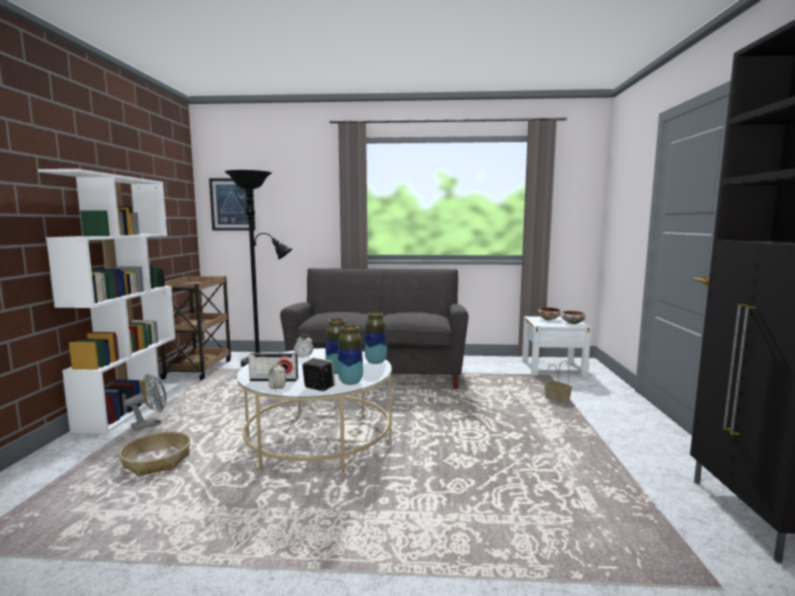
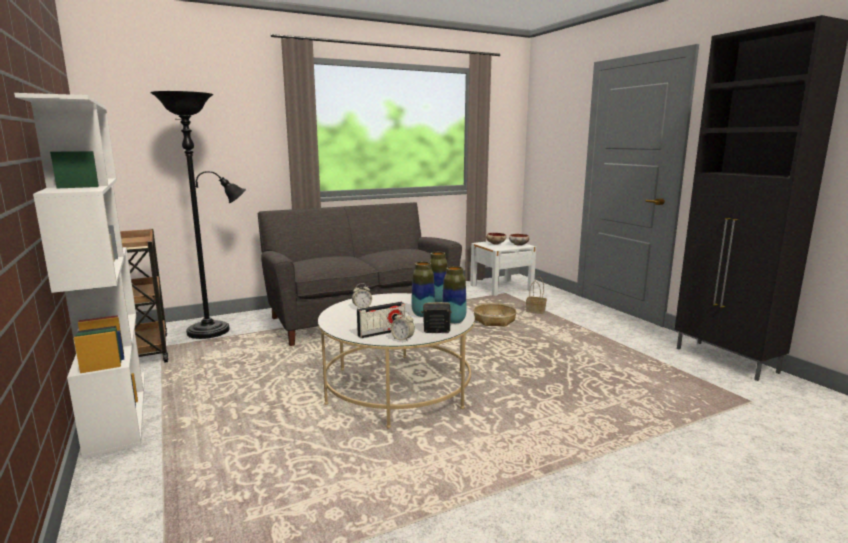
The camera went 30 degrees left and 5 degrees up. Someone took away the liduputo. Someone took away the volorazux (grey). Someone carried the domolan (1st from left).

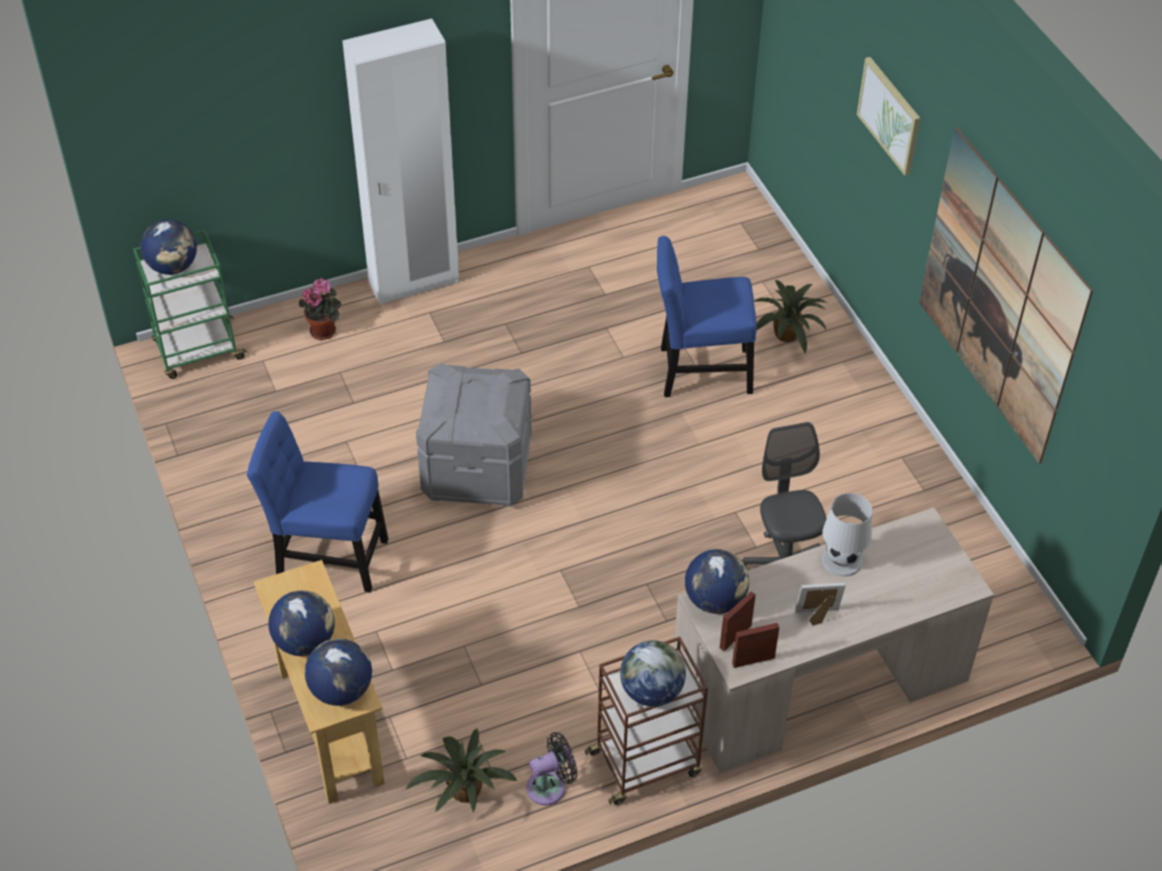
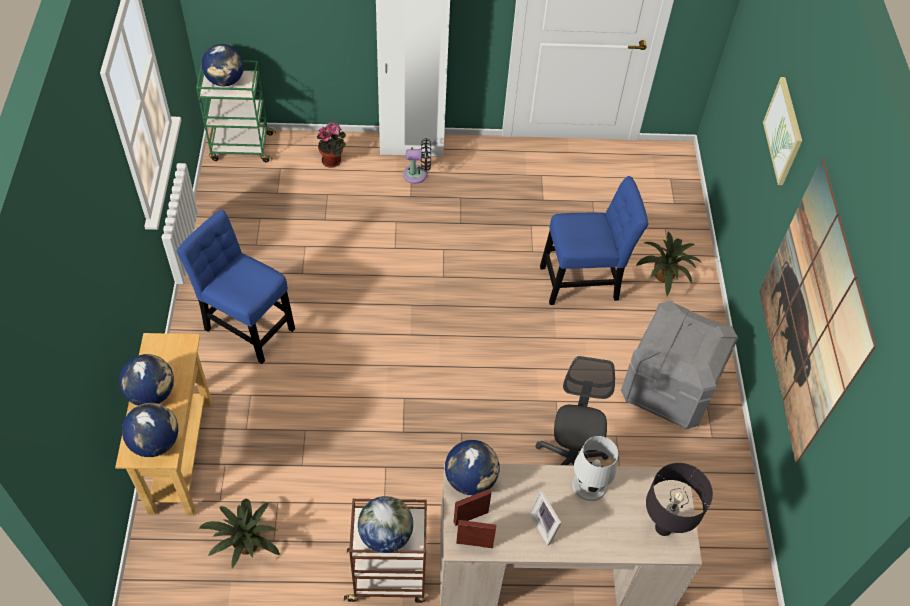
The camera went 20 degrees right and 5 degrees up. Someone rotated the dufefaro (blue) (2nd from left) by 150 degrees clockwise. Someone carried the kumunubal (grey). Someone rotated the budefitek (3rd from left) by 135 degrees counterclockwise. Someone carried the volorazux (black). Someone put down the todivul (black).

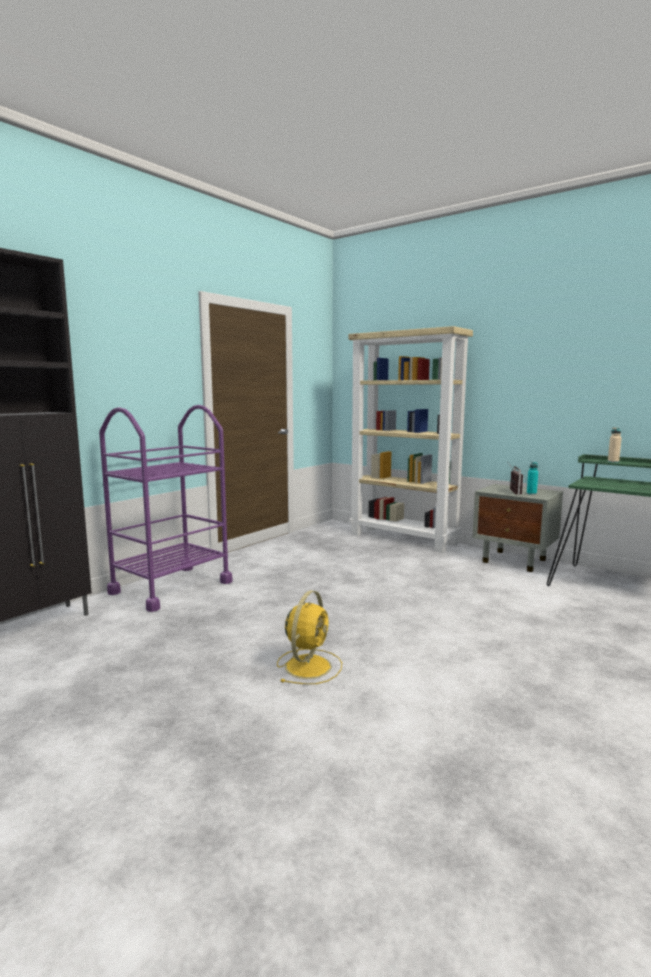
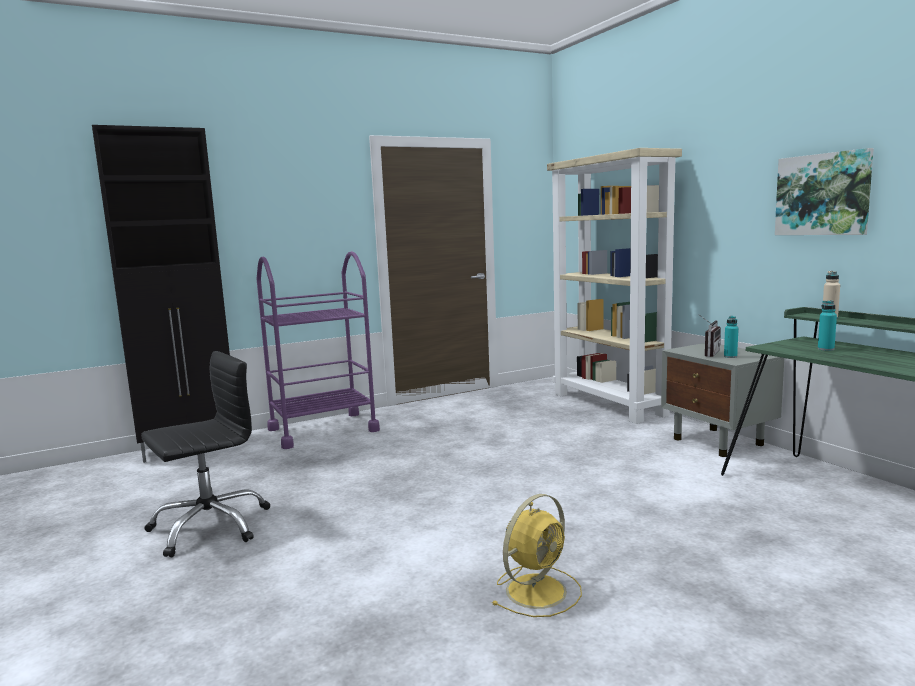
The camera went 25 degrees right and 0 degrees up. Someone carried the volorazux (yellow). Someone put up the liduputo. Someone put down the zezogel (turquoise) (2nd from left). Someone put down the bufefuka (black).

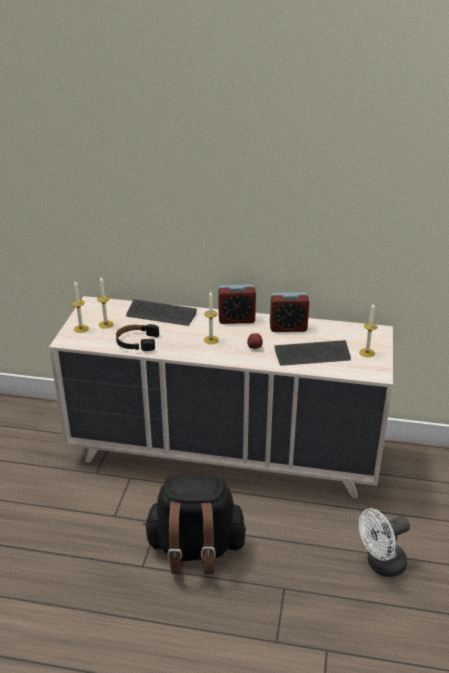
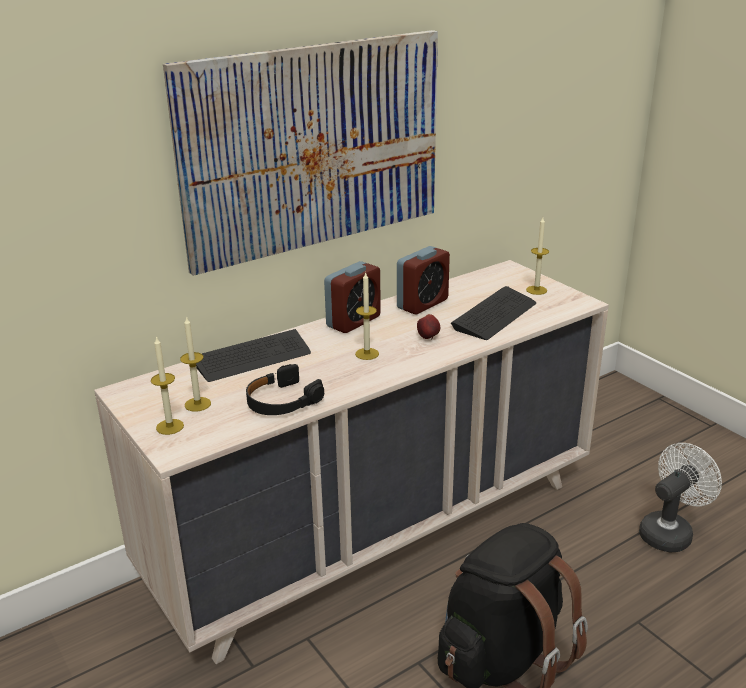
The camera went 45 degrees left and 5 degrees down. Someone rotated the volorazux (white) by 150 degrees counterclockwise. Someone put up the liduputo.

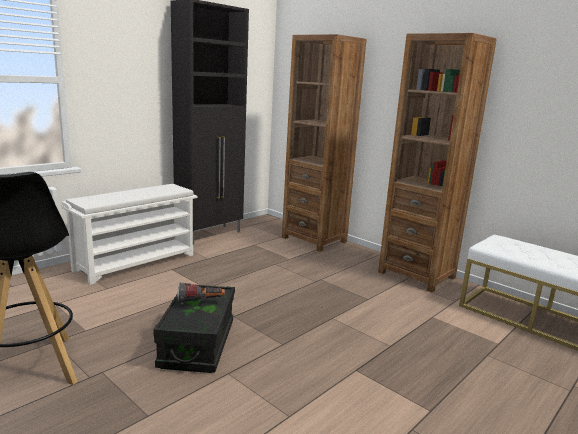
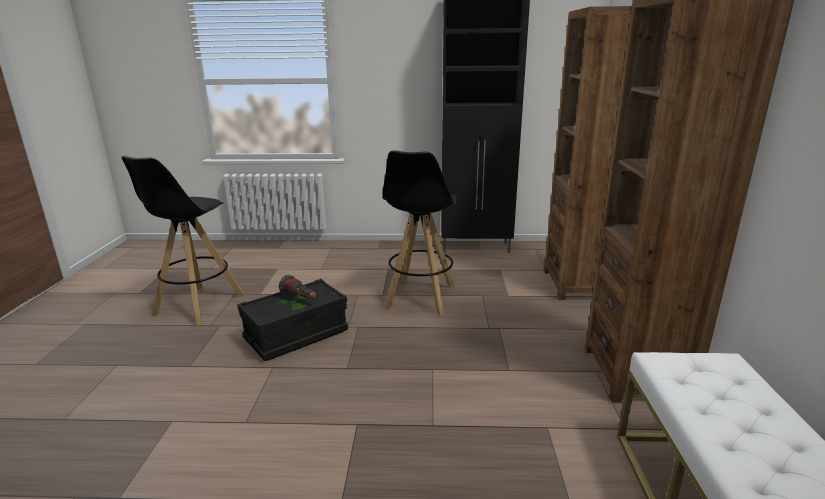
The camera went 50 degrees right and 5 degrees up. Someone took away the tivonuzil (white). Someone put down the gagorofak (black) (2nd from left).

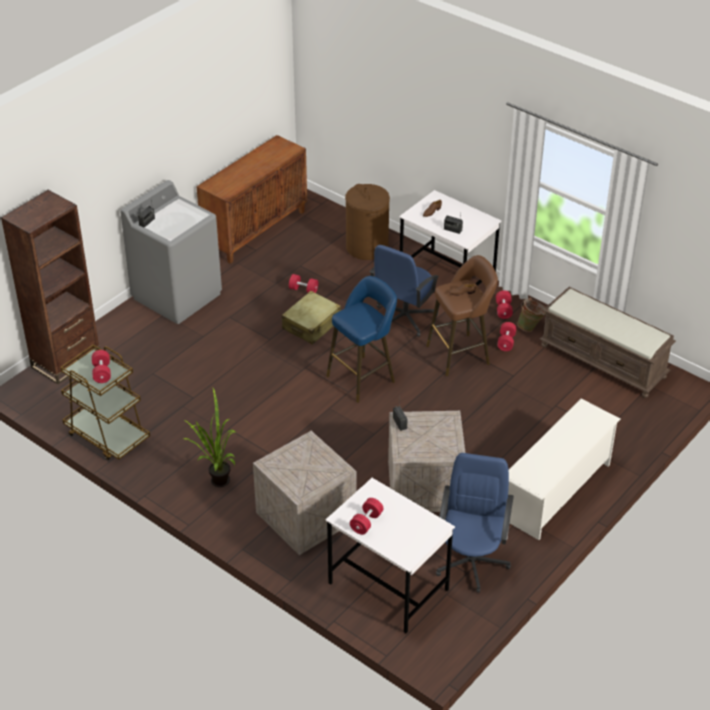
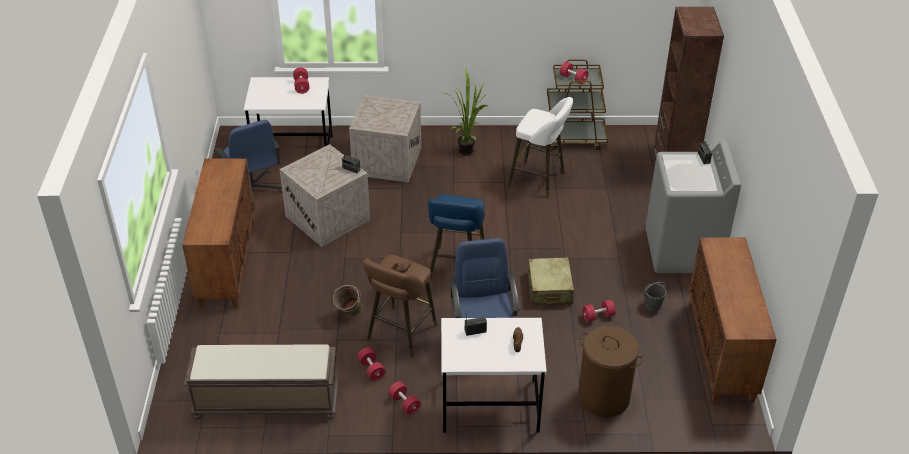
The camera went 140 degrees right and 0 degrees up. Someone carried the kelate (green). Someone swapped the tivonuzil (white) for the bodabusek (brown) (1st from left). Someone put down the gagorofak (white). Someone put down the kelate (grey).

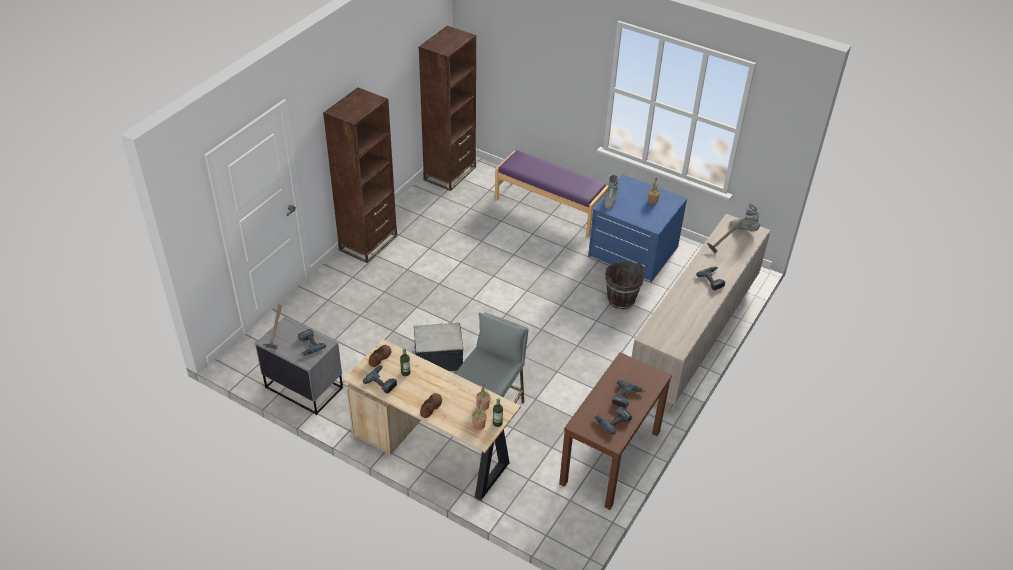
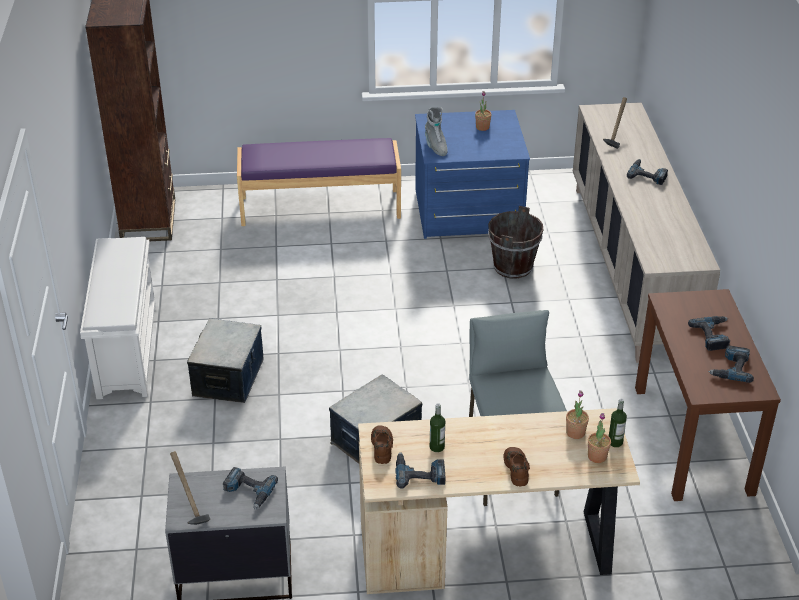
The camera went 35 degrees left and 5 degrees down. Someone swapped the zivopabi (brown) (1st from left) for the tivonuzil (white). Someone took away the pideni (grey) (2nd from left). Someone put down the kumunubal (1st from left).

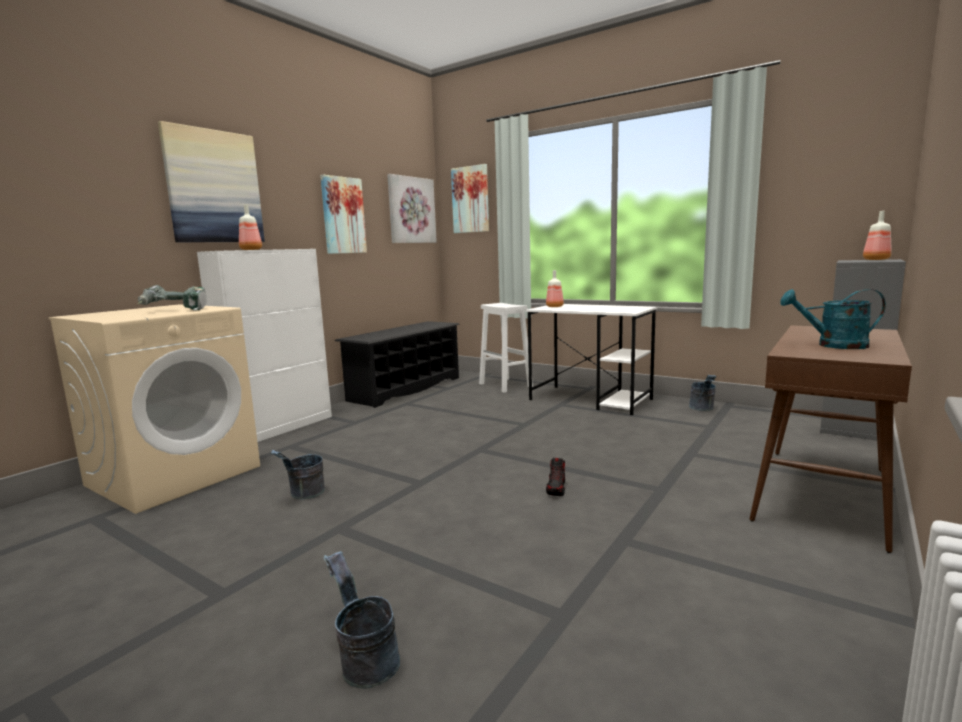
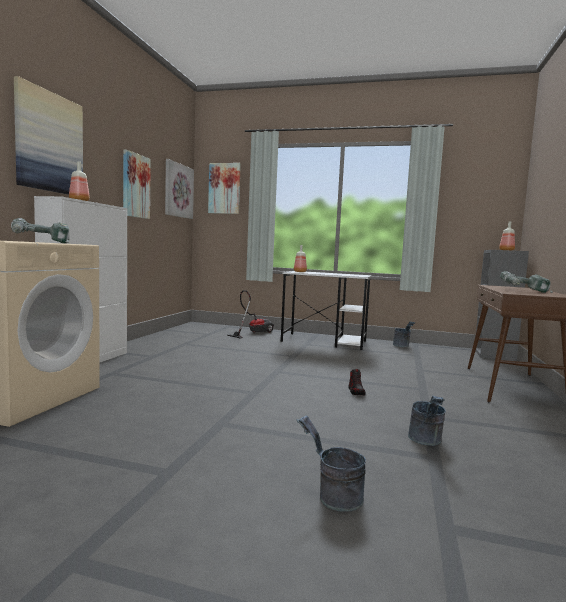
The camera went 20 degrees left and 5 degrees down. Someone swapped the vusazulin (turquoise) for the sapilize (2nd from left). Someone swapped the gagorofak (white) for the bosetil. Someone took away the tivonuzil (black). Someone carried the kelate (grey) (1st from left in the first image).

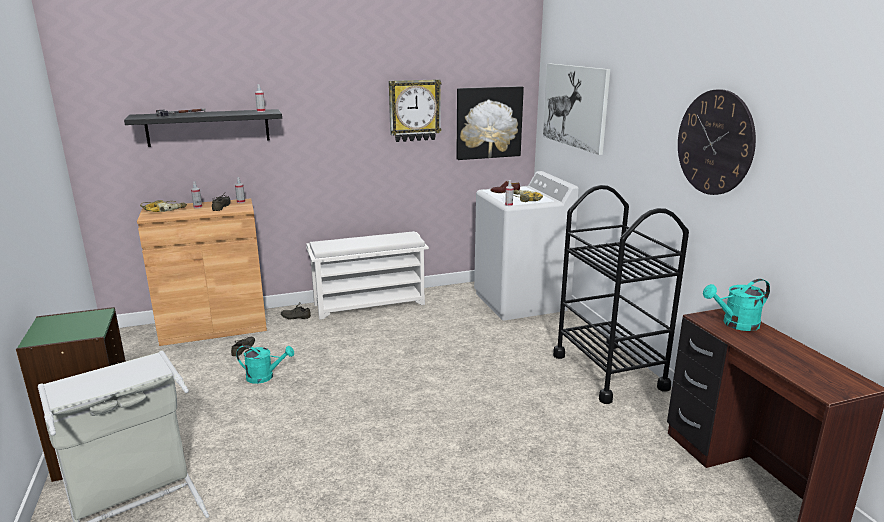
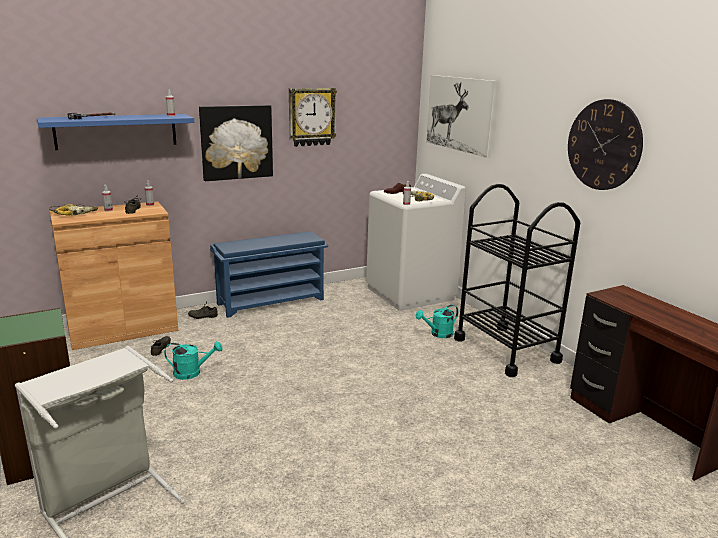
The camera went 10 degrees left and 0 degrees up. Someone carried the liduputo (1st from left). Someone repainted the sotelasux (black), which became the sotelasux (blue). Someone repainted the tivonuzil (white), which became the tivonuzil (blue). Someone carried the vusazulin (turquoise) (2nd from left).

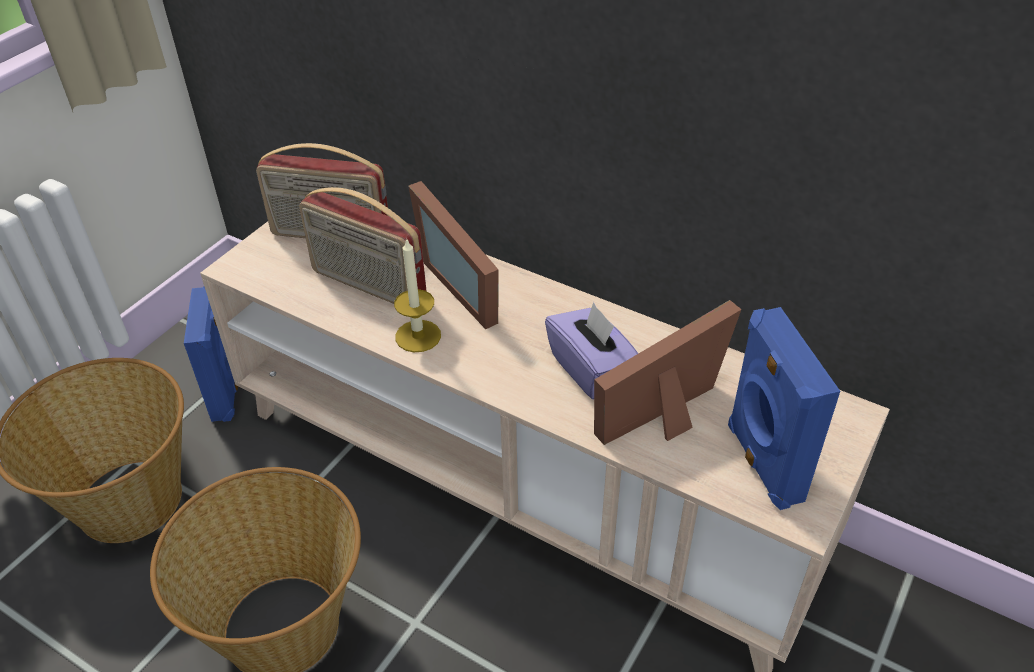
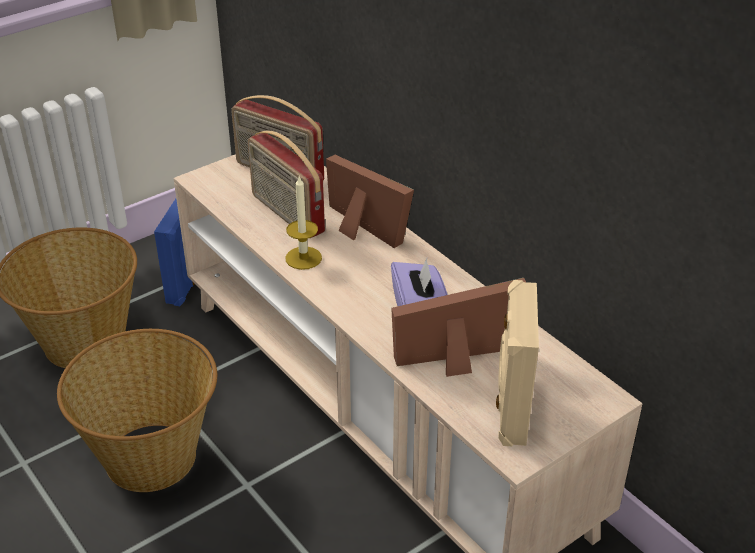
The camera went 20 degrees right and 5 degrees down. Someone rotated the budefitek (1st from left) by 150 degrees clockwise. Someone repainted the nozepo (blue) (2nd from left), which became the nozepo (beige).

